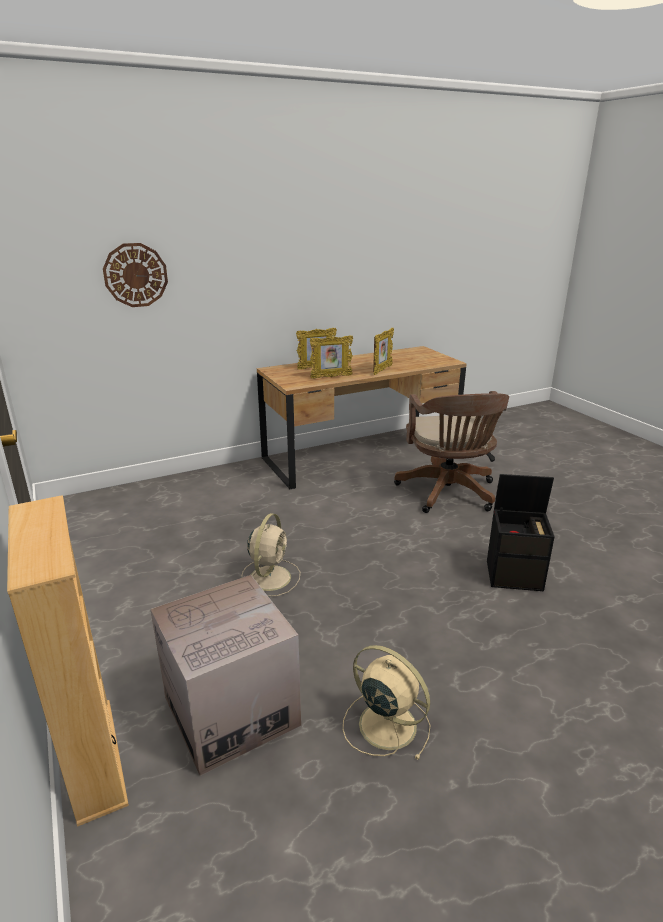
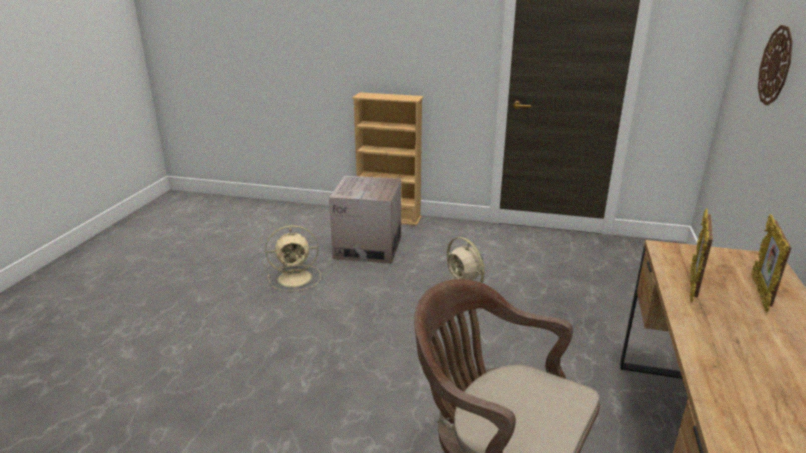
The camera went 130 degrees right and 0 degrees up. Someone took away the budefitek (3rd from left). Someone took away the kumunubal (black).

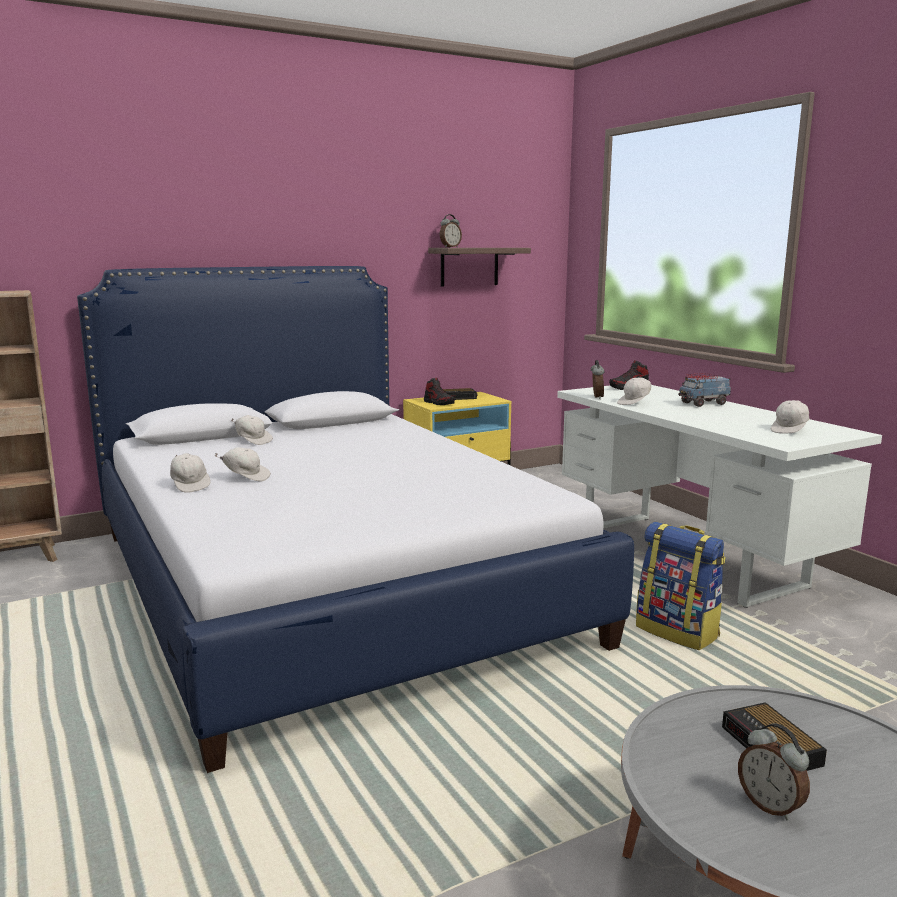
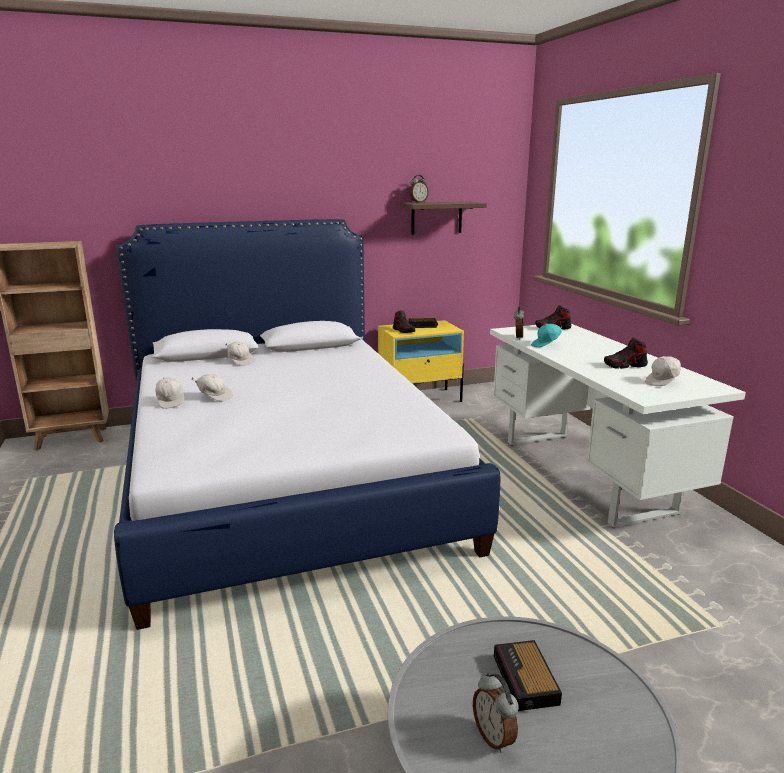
The camera went 10 degrees right and 5 degrees up. Someone took away the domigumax. Someone repainted the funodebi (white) (4th from left), which became the funodebi (turquoise). Someone took away the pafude. Someone put down the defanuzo (3rd from left).

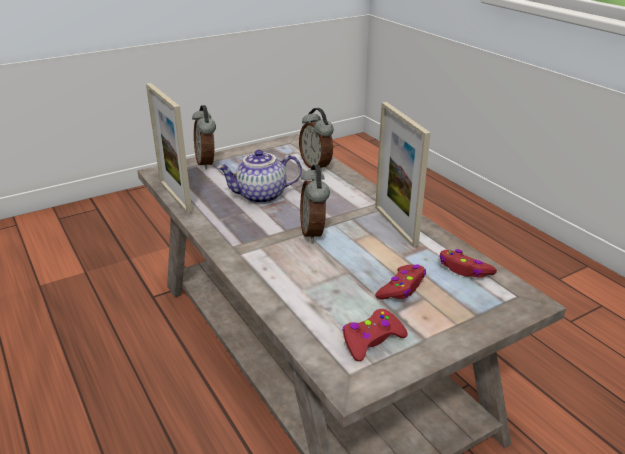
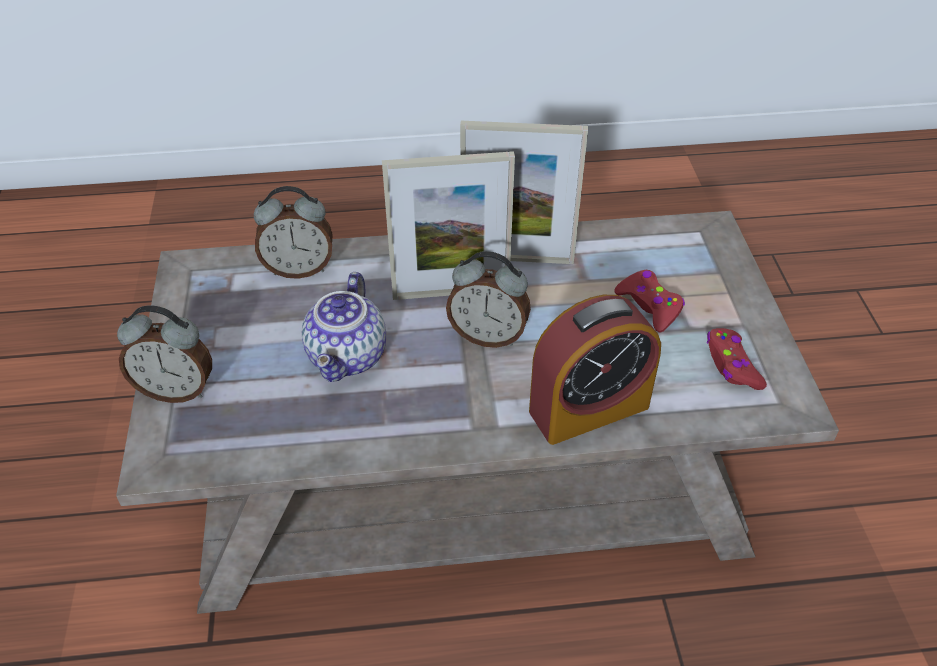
The camera went 65 degrees left and 15 degrees up. Someone carried the budefitek (1st from left). Someone took away the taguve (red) (3rd from left). Someone put down the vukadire (4th from left).

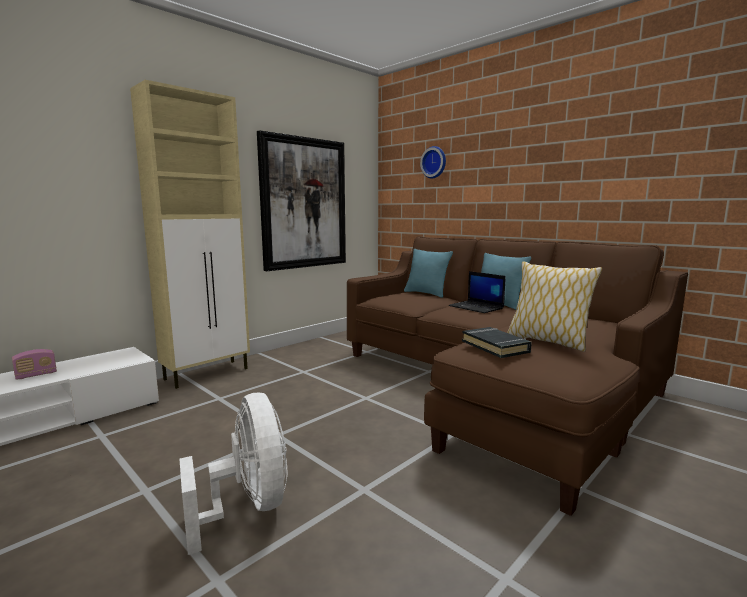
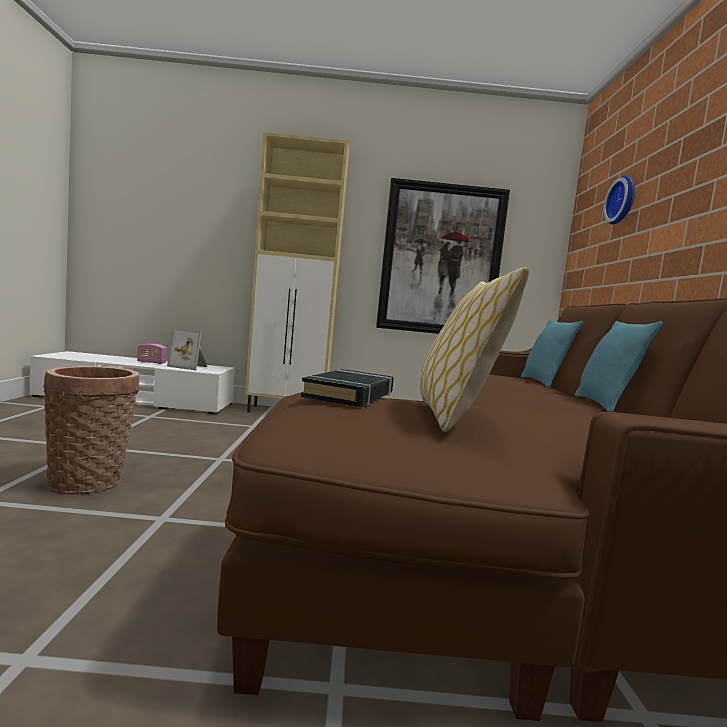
The camera went 45 degrees right and 5 degrees down. Someone took away the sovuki. Someone swapped the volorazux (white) for the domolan. Someone put down the budefitek.

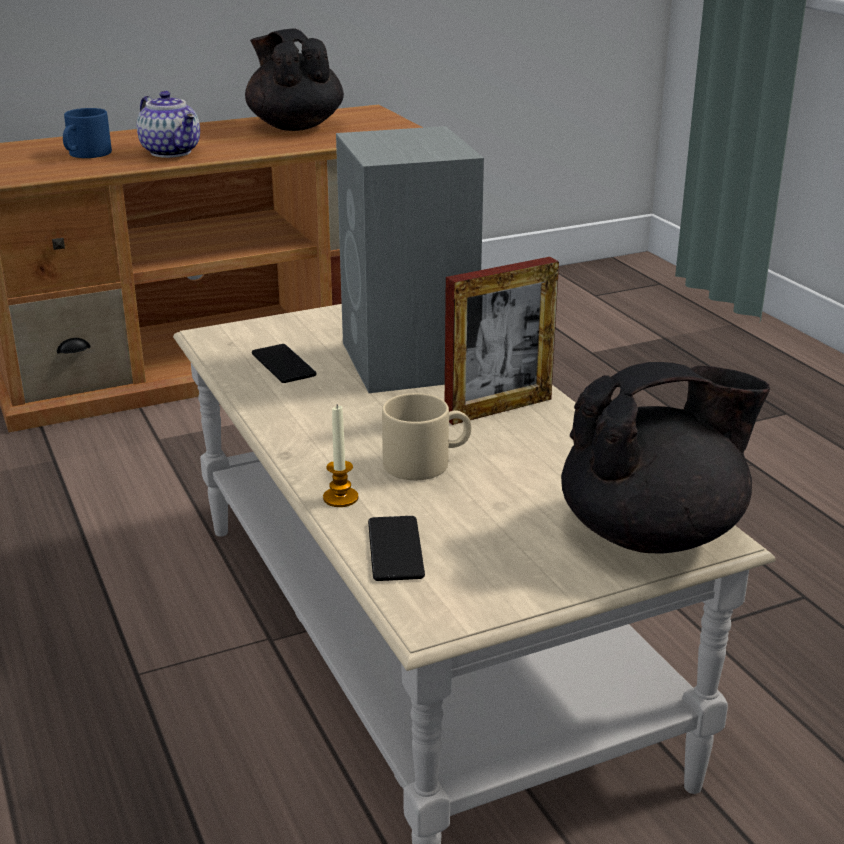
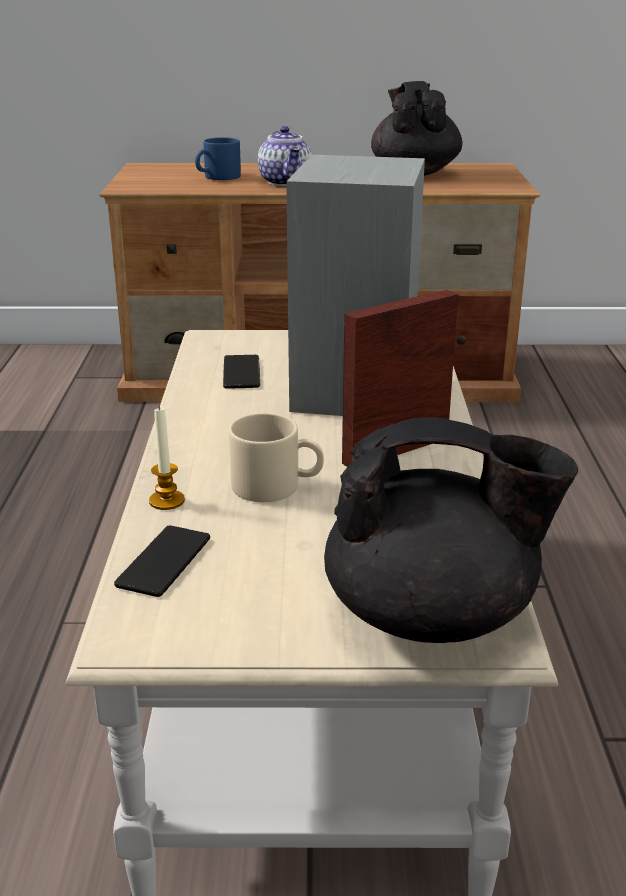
The camera went 25 degrees right and 0 degrees up. Someone rotated the budefitek by 150 degrees clockwise.

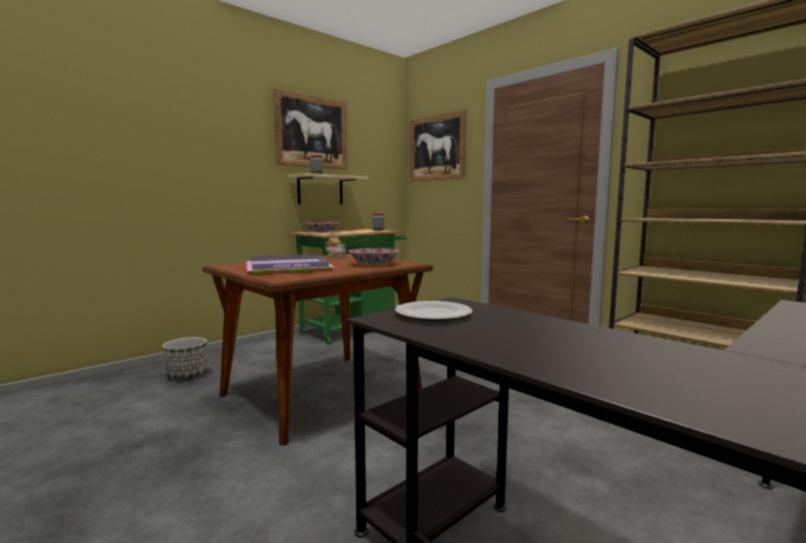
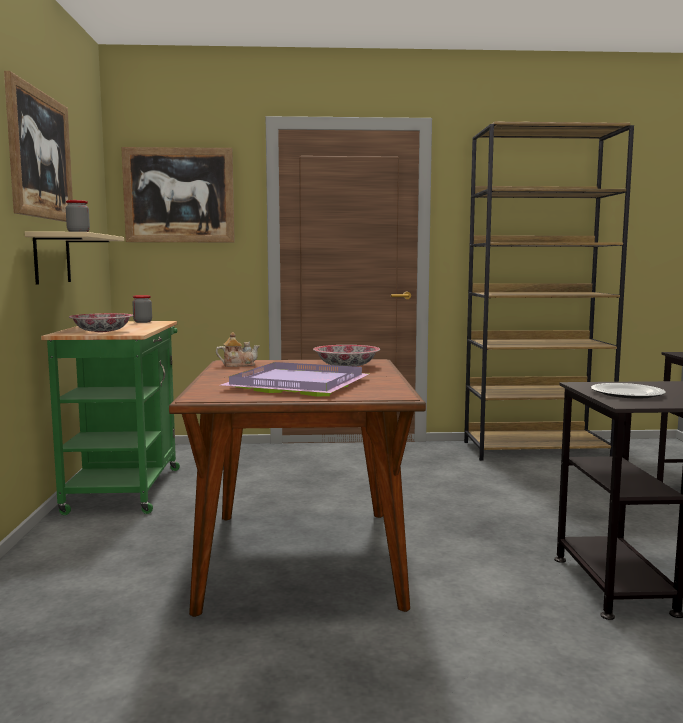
The camera went 50 degrees left and 0 degrees up. Someone took away the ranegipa.

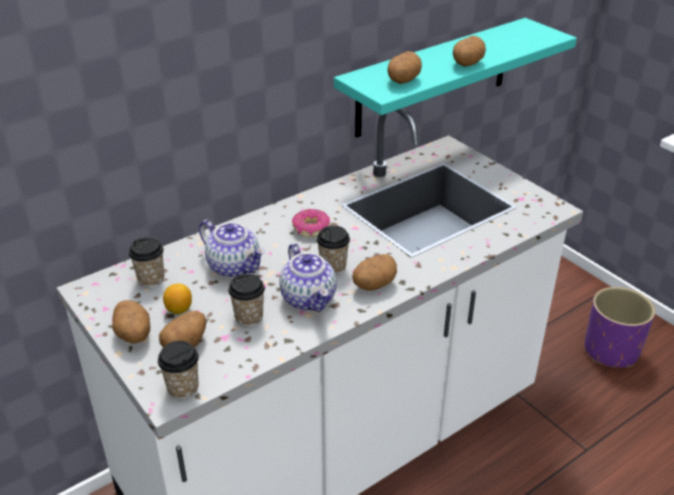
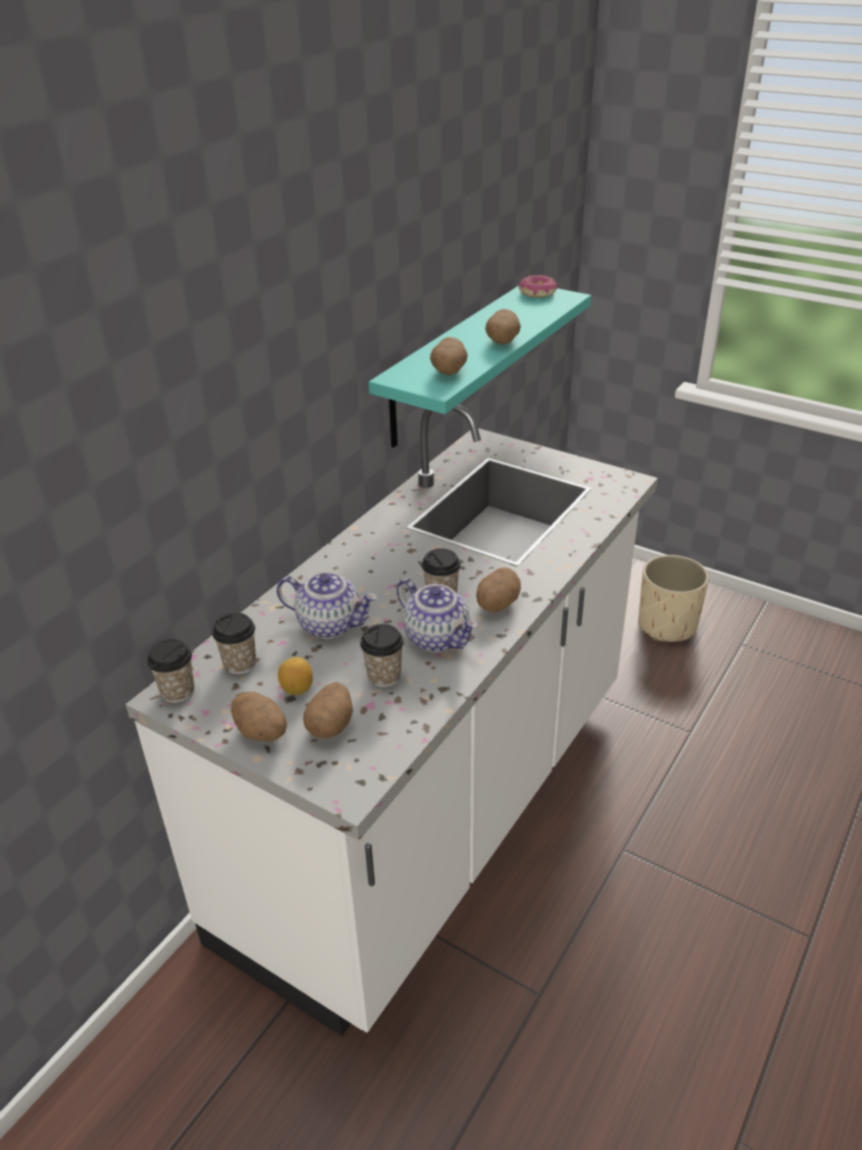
The camera went 20 degrees left and 0 degrees up. Someone carried the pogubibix. Someone repainted the ranegipa (purple), which became the ranegipa (beige). Someone carried the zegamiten (2nd from left in the first image).

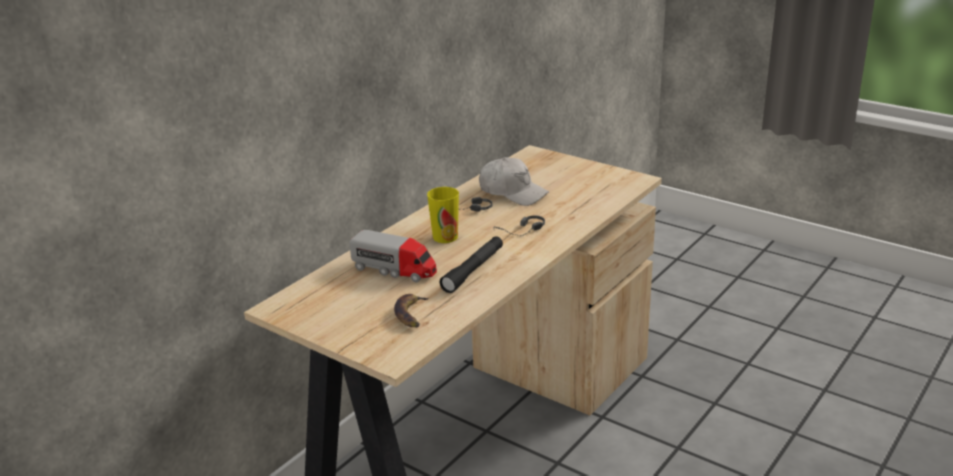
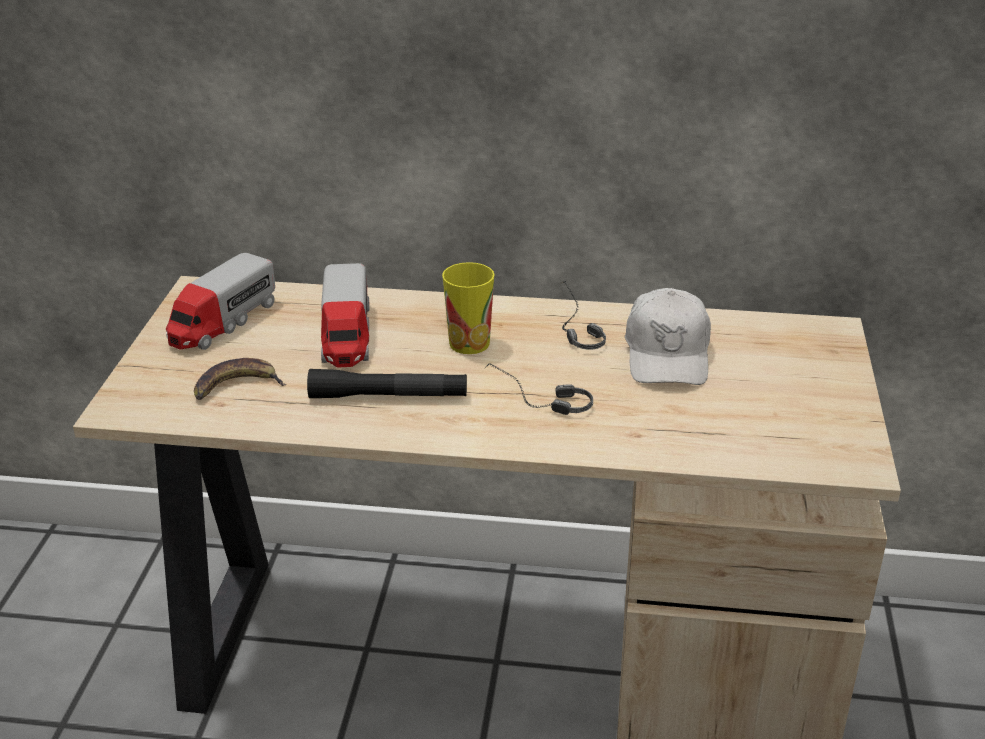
The camera went 60 degrees right and 5 degrees up. Someone put down the domigumax (1st from left).

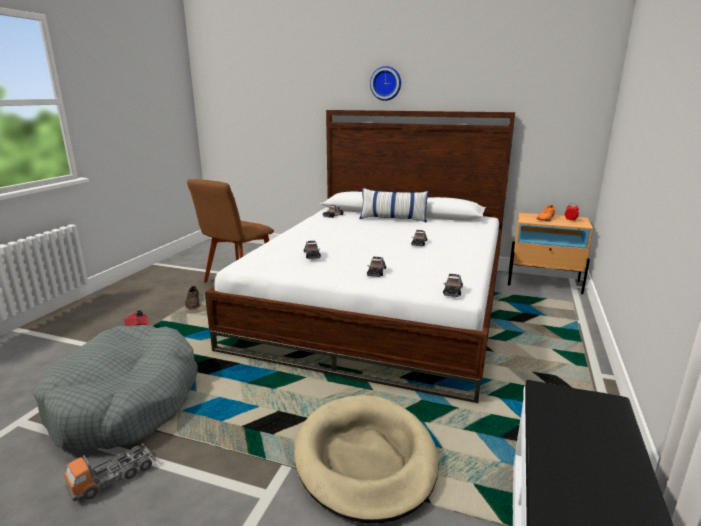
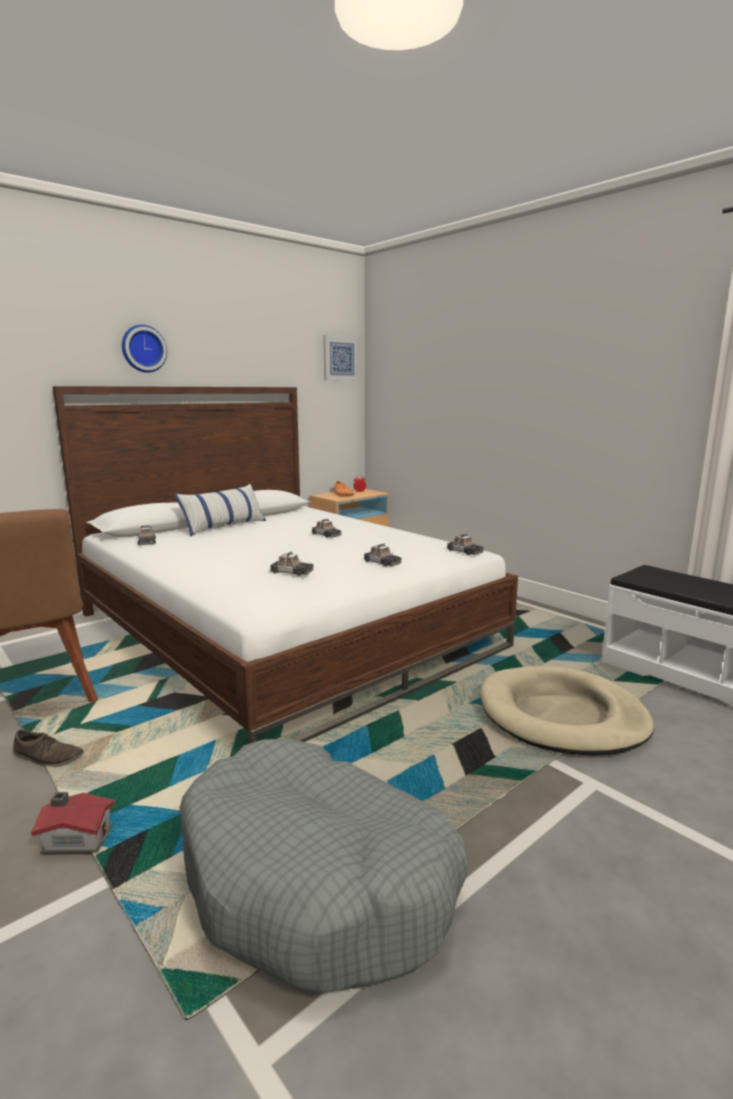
The camera went 60 degrees left and 5 degrees down. Someone took away the domigumax. Someone put up the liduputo.

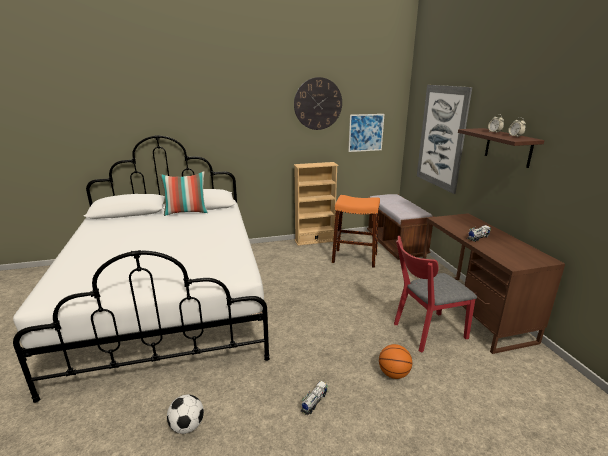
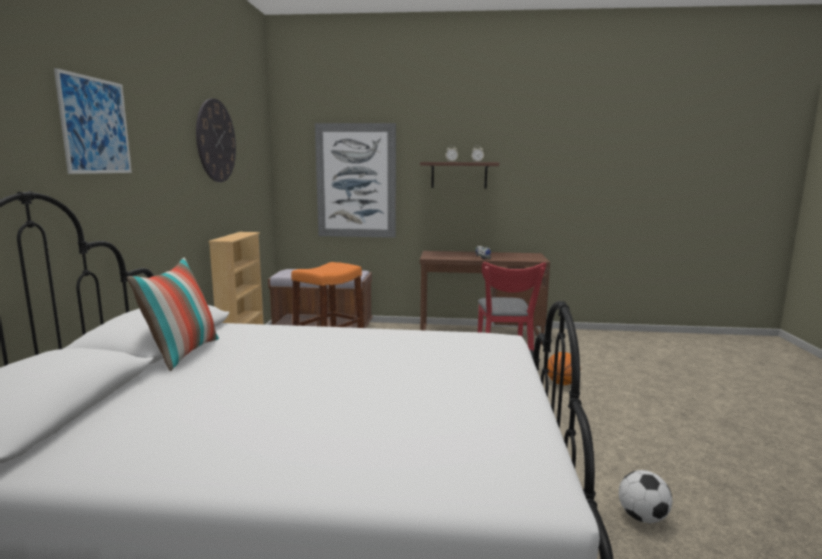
The camera went 70 degrees left and 10 degrees down. Someone carried the liduputo (1st from left). Someone took away the domigumax (1st from left).

